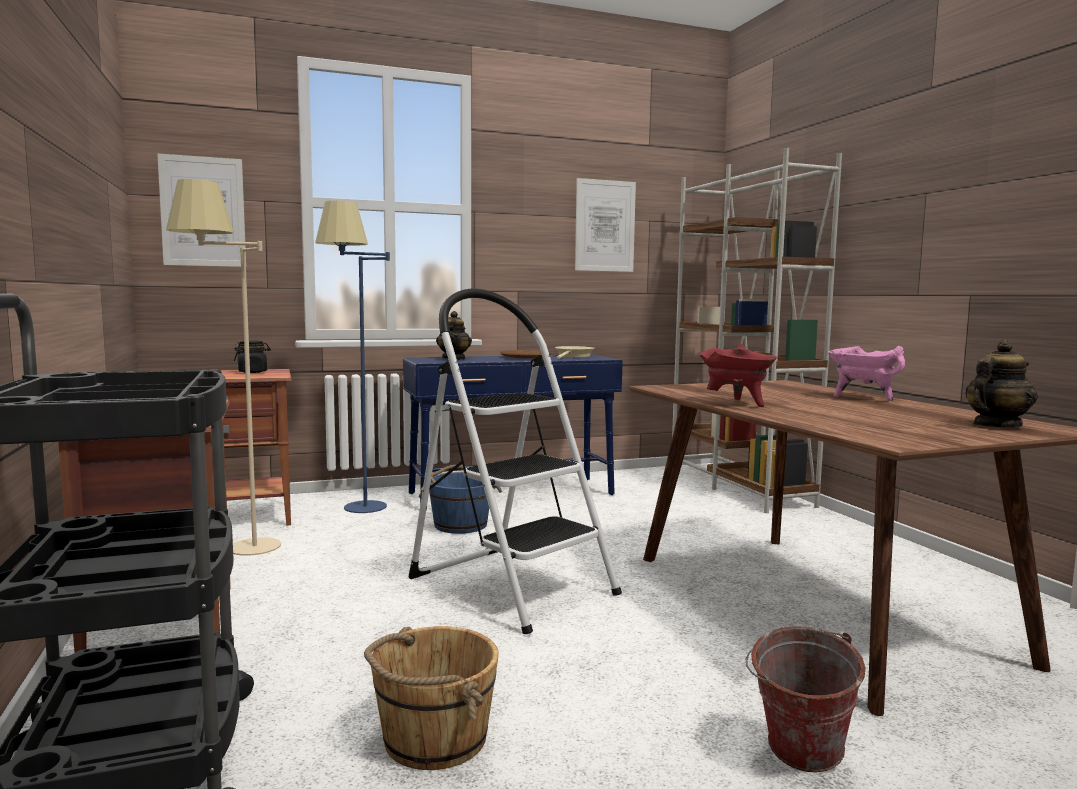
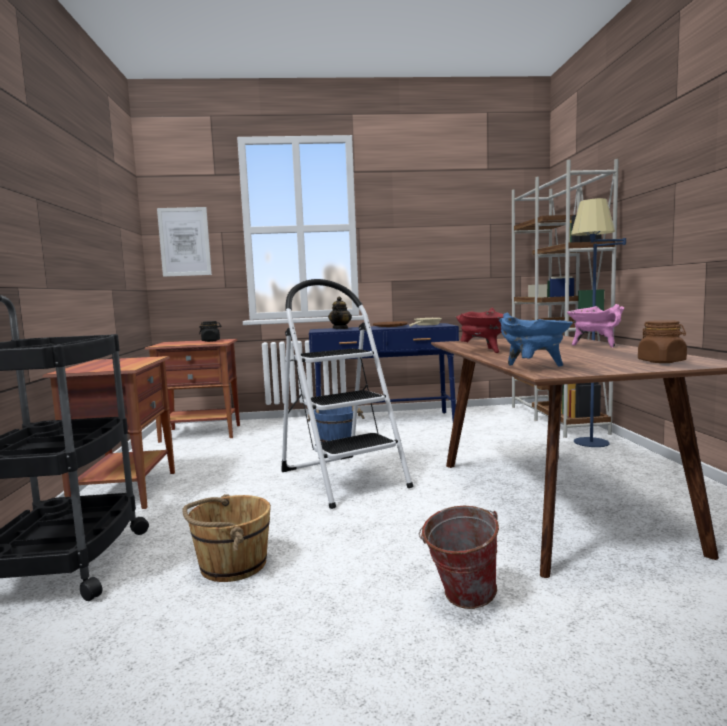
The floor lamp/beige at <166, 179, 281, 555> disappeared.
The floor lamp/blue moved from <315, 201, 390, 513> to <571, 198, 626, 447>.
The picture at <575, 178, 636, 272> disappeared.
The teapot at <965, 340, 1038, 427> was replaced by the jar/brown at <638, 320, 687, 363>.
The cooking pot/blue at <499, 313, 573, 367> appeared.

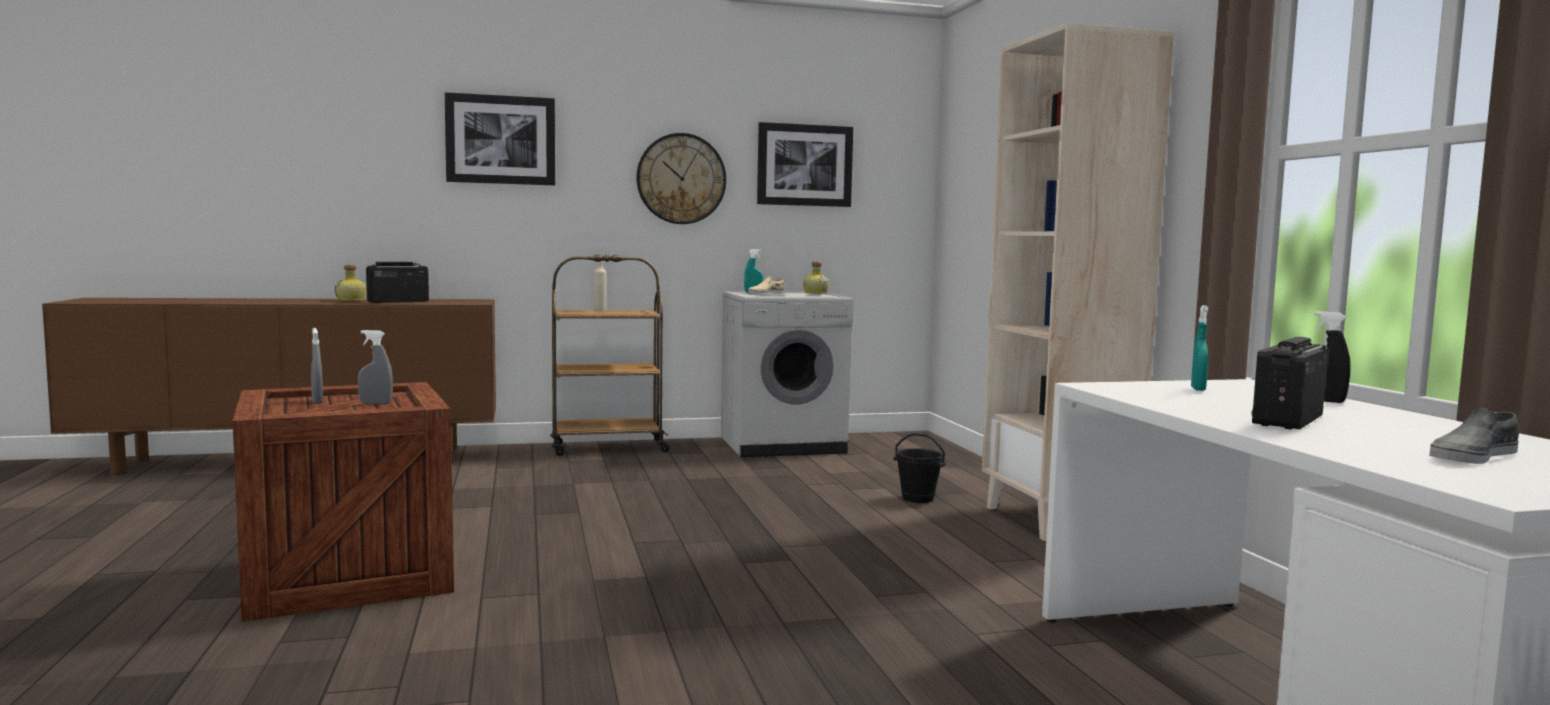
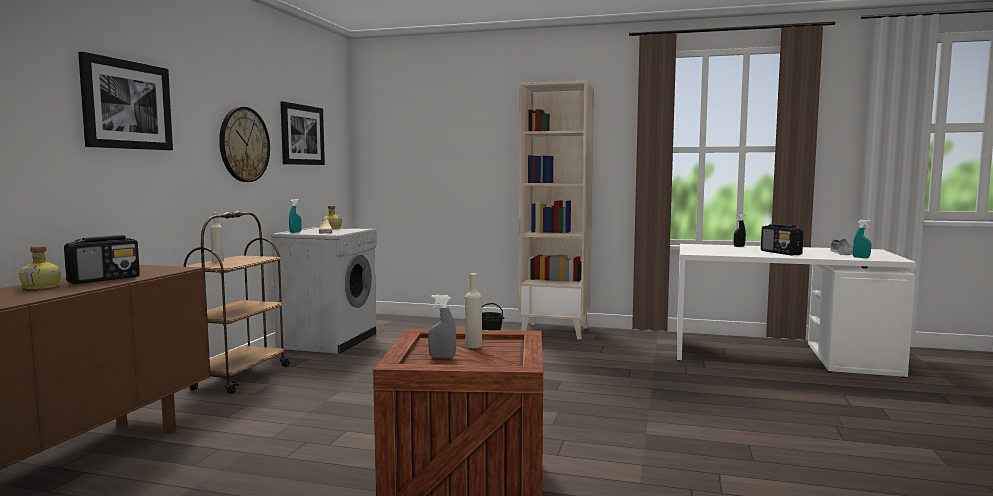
The spray bottle/grey at <358, 330, 393, 404> was replaced by the bottle/beige at <465, 273, 482, 348>.
The radio at <366, 262, 429, 303> turned 135 degrees counterclockwise.
The spray bottle/turquoise moved from <1191, 305, 1208, 391> to <852, 220, 871, 258>.

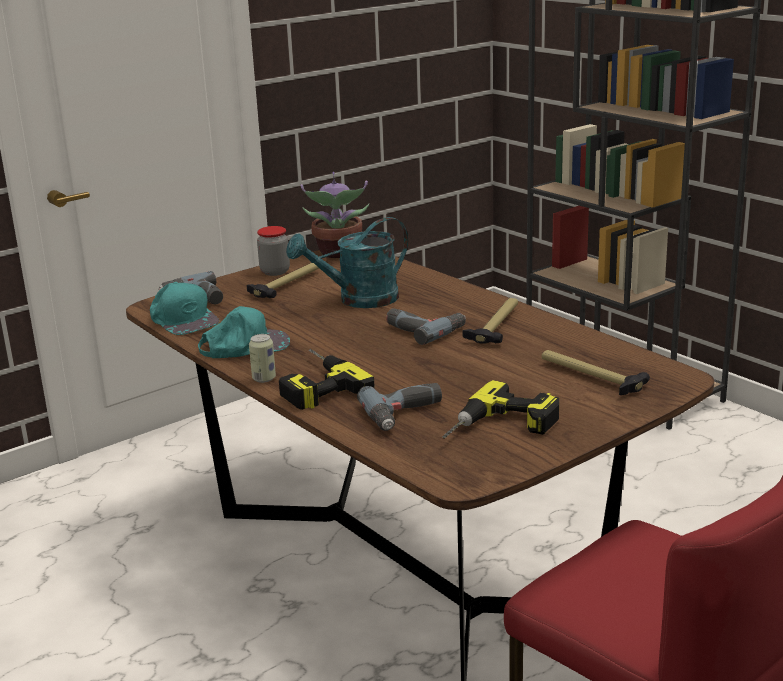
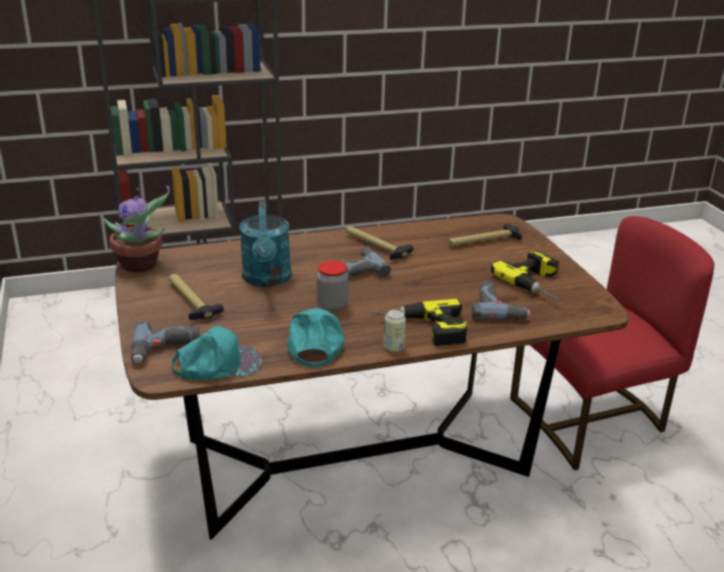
The jar moved from <257, 226, 290, 276> to <317, 261, 348, 312>.

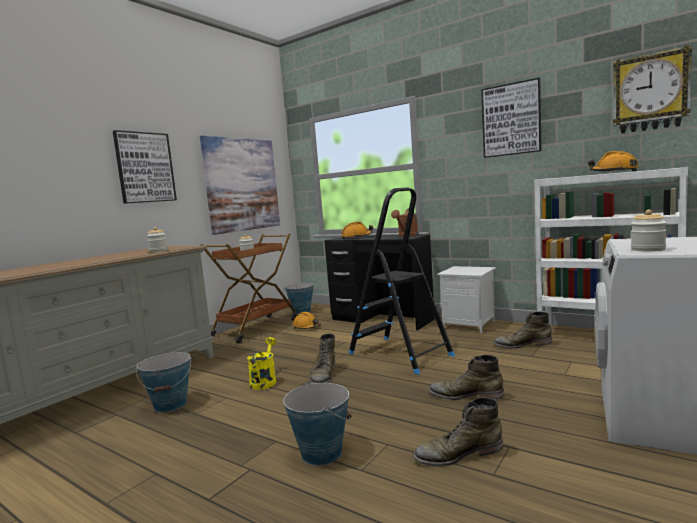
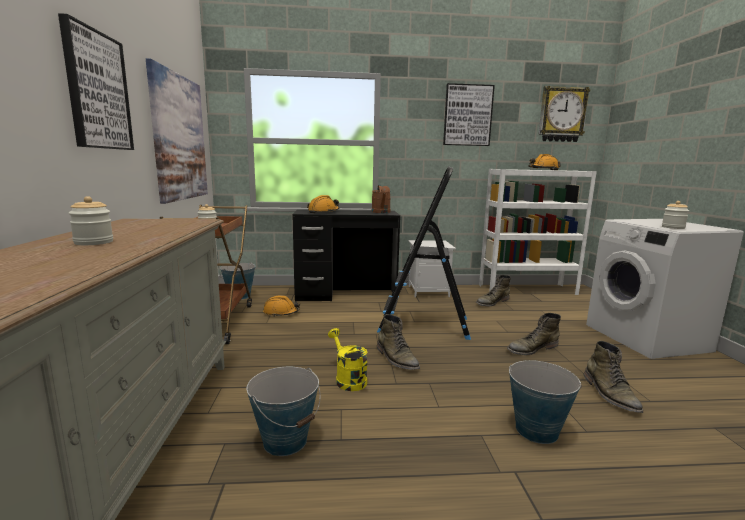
The jar moved from <147, 227, 168, 252> to <69, 196, 113, 245>.
The boot/green at <413, 397, 503, 466> turned 45 degrees counterclockwise.

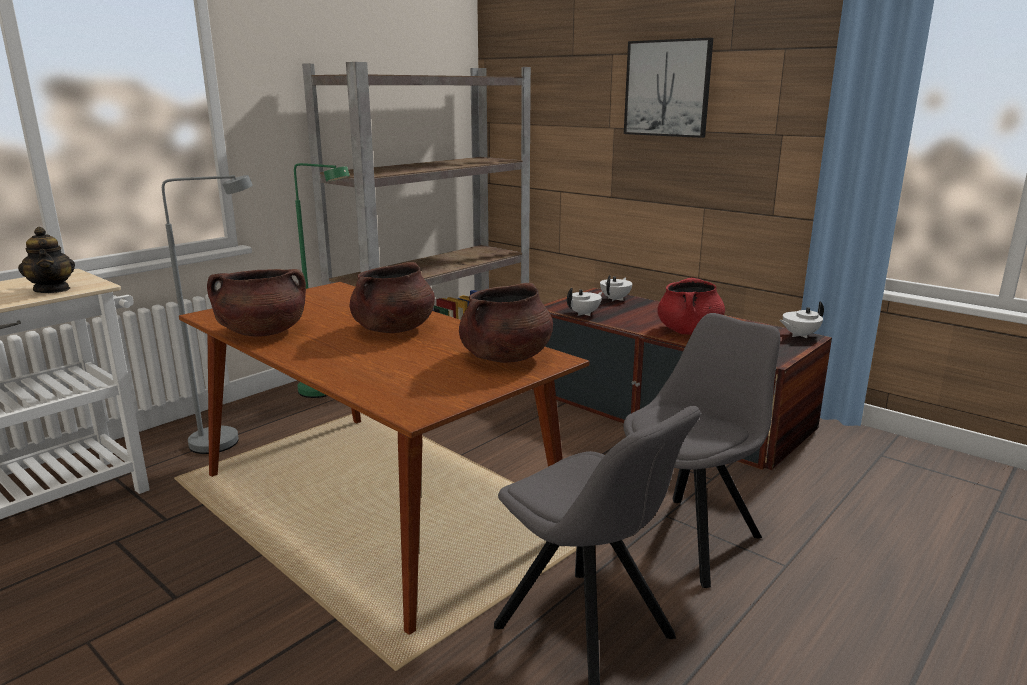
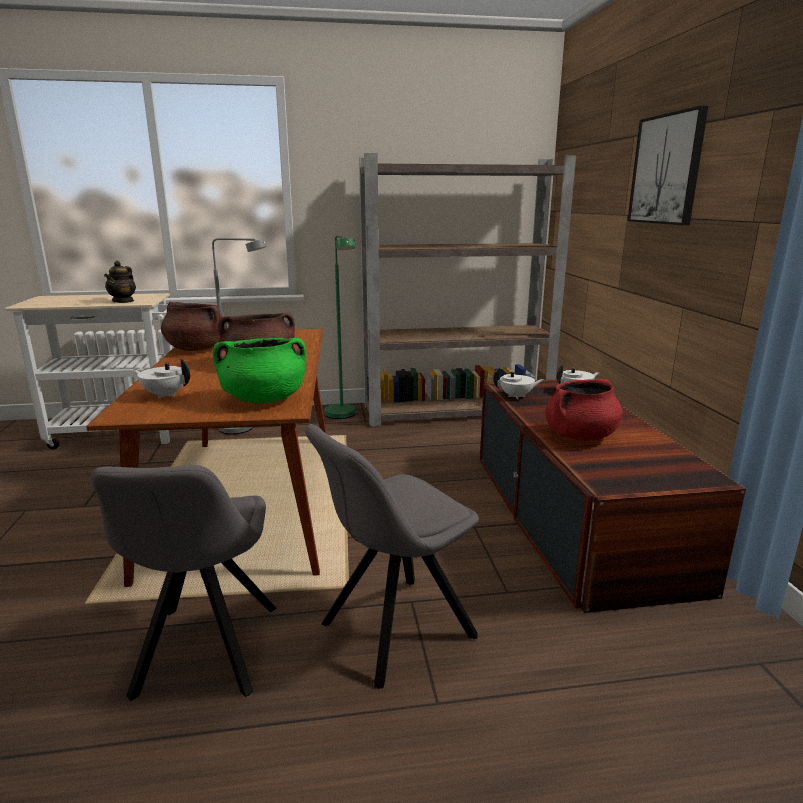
The cooking pot/brown at <459, 283, 553, 363> became the cooking pot/green at <213, 338, 307, 403>.
The chair/grey at <623, 313, 780, 588> turned 150 degrees clockwise.
The teapot/white moved from <780, 301, 824, 338> to <132, 358, 190, 399>.

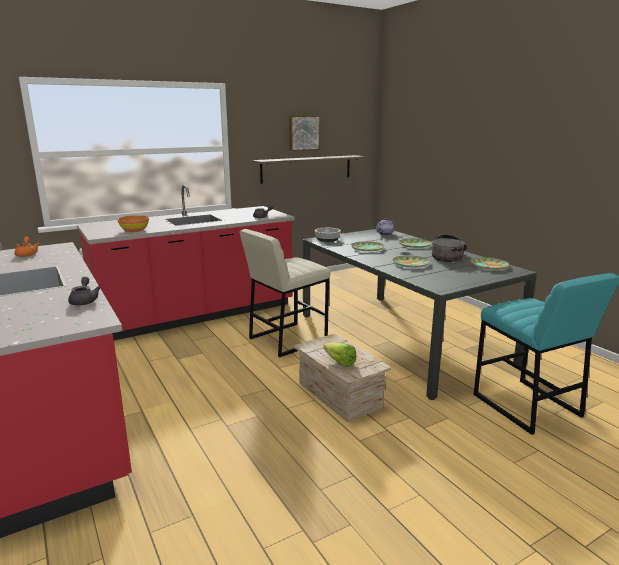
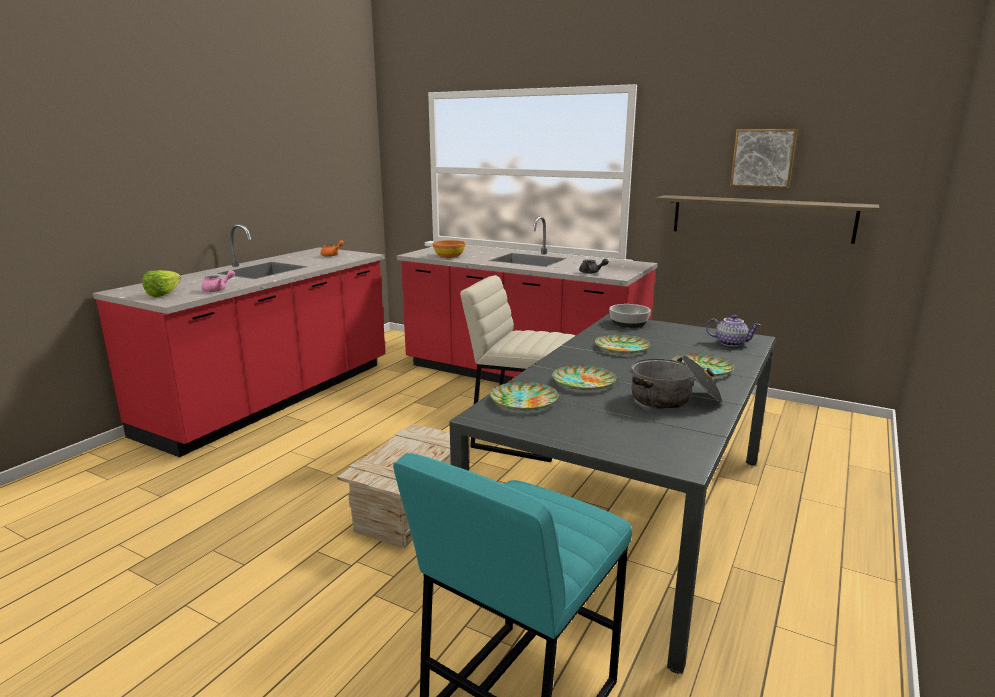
The teapot/grey at <68, 277, 101, 306> became the teapot/pink at <201, 270, 235, 292>.
The lettuce moved from <323, 342, 356, 367> to <142, 270, 181, 297>.
The plate moved from <470, 257, 509, 270> to <490, 381, 559, 411>.

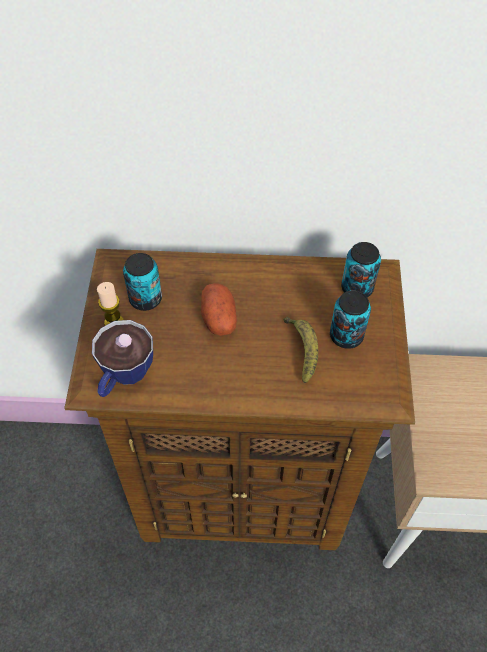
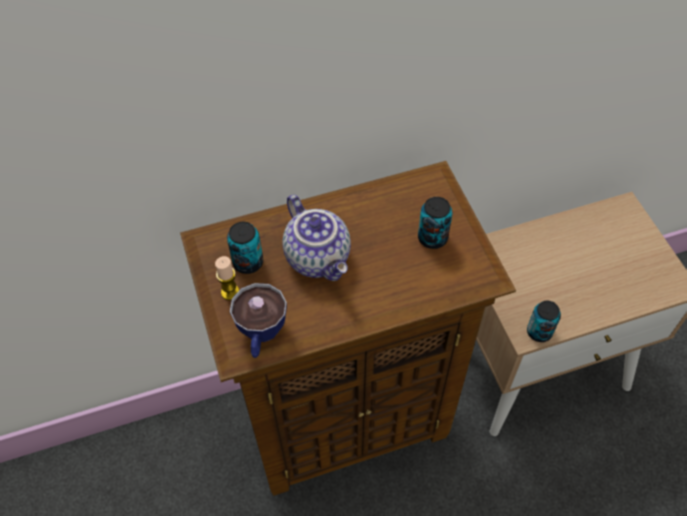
The potato at <201, 283, 237, 336> was replaced by the teapot at <282, 195, 351, 281>.
The banana at <283, 317, 318, 383> disappeared.
The can moved from <341, 242, 381, 297> to <527, 301, 561, 342>.

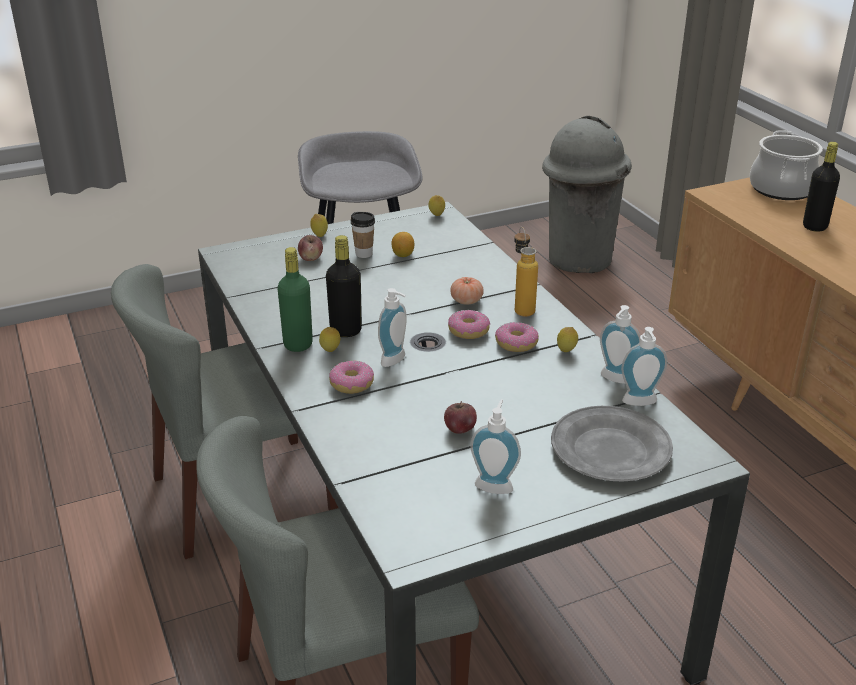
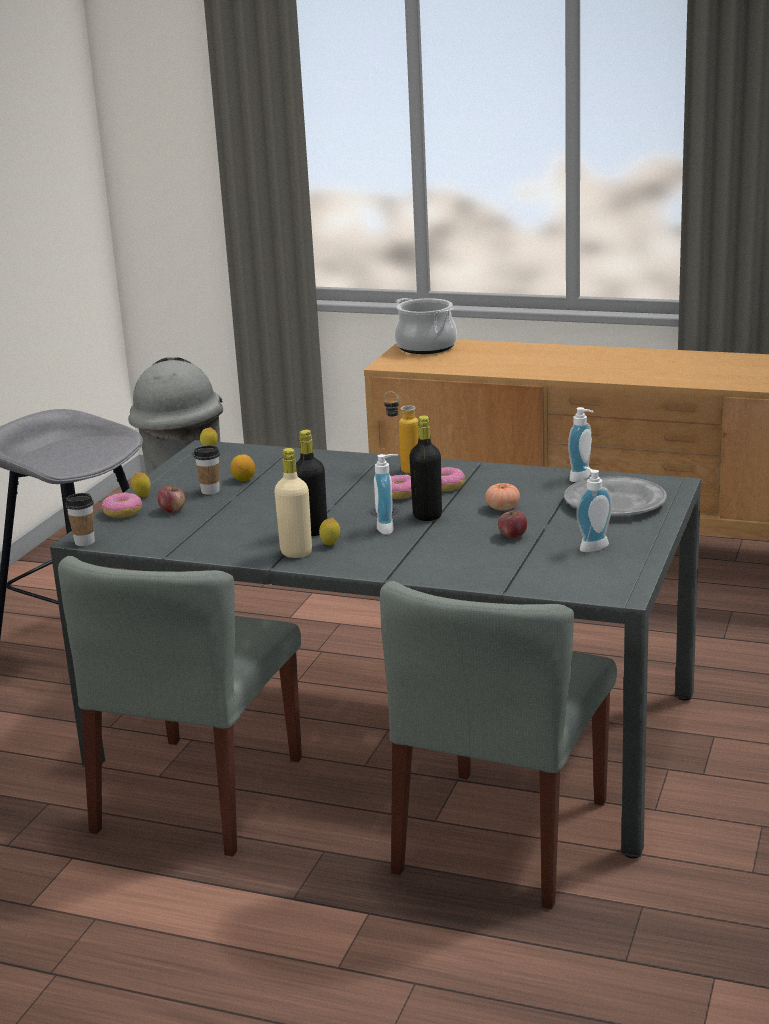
The bottle/green at <278, 247, 313, 352> became the bottle/beige at <274, 448, 312, 558>.
The donut moved from <329, 361, 374, 394> to <102, 493, 142, 518>.
The tomato moved from <450, 277, 484, 305> to <485, 483, 520, 511>.
The lemon at <557, 327, 578, 352> disappeared.
The soap dispenser at <600, 305, 640, 384> disappeared.
The bottle/black moved from <803, 142, 840, 232> to <409, 415, 442, 521>.
The cup at <65, 493, 95, 546> appeared.

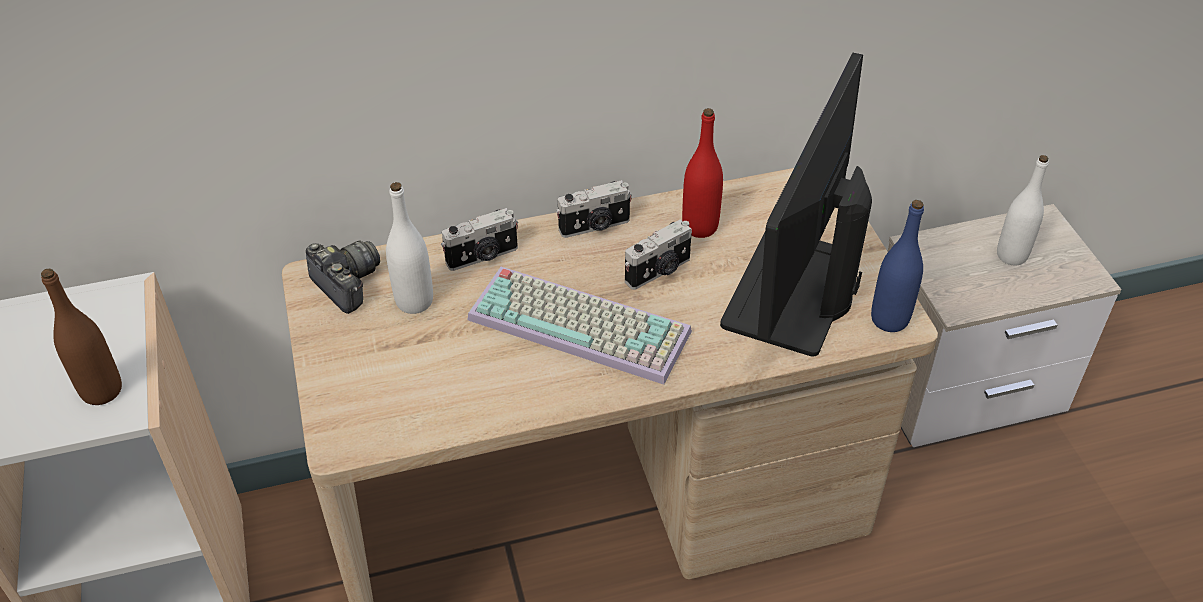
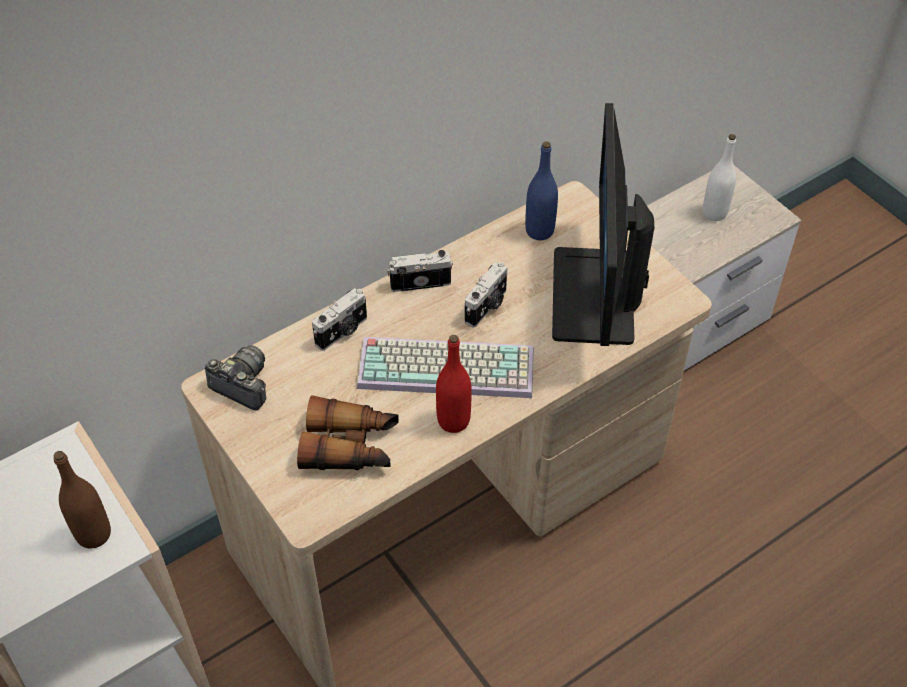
The bottle/white at <386, 182, 433, 314> disappeared.
The photo camera at <556, 180, 632, 238> turned 150 degrees counterclockwise.
The bottle/red moved from <682, 108, 723, 238> to <436, 335, 472, 433>.
The bottle/blue moved from <871, 200, 924, 332> to <525, 142, 558, 240>.
The binoculars at <297, 395, 399, 470> appeared.

